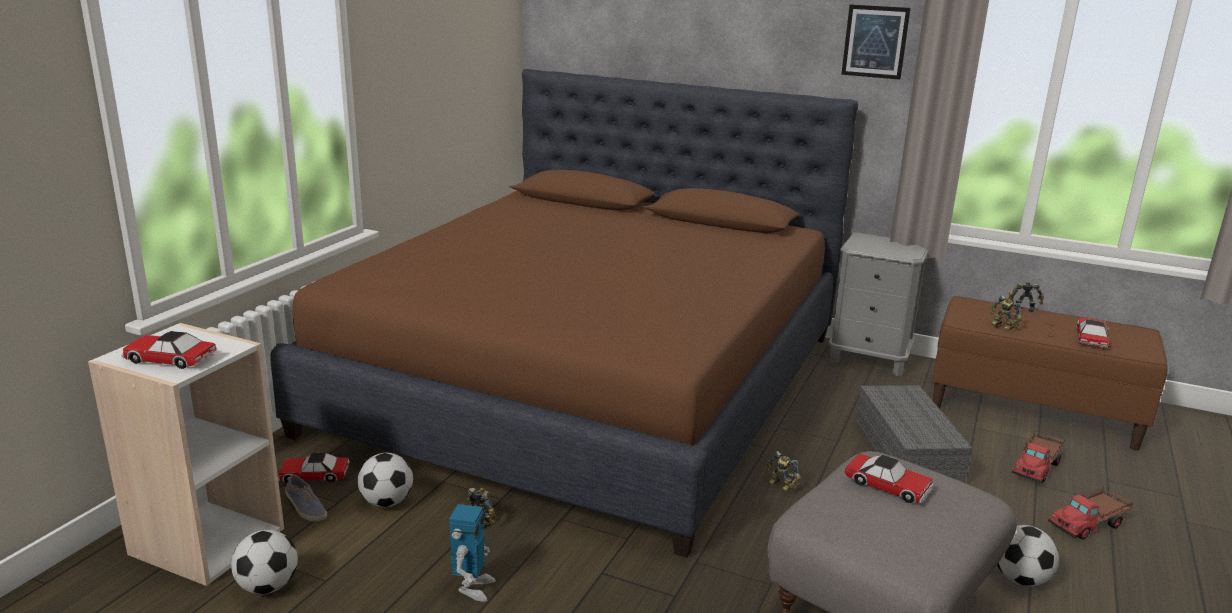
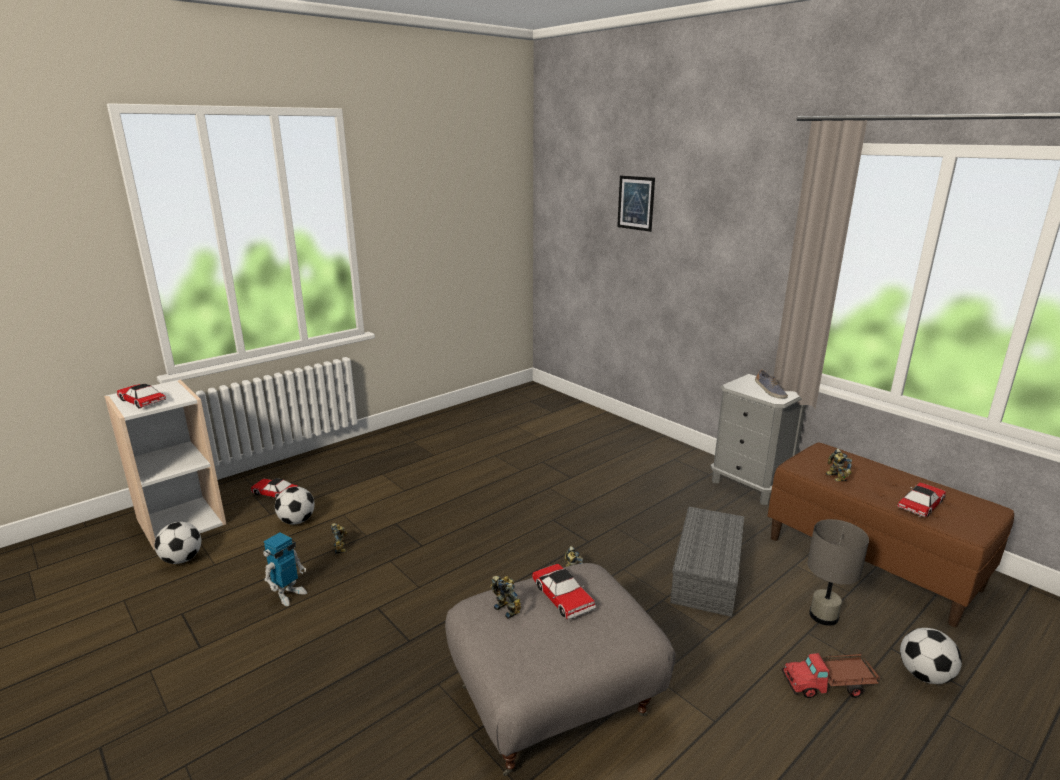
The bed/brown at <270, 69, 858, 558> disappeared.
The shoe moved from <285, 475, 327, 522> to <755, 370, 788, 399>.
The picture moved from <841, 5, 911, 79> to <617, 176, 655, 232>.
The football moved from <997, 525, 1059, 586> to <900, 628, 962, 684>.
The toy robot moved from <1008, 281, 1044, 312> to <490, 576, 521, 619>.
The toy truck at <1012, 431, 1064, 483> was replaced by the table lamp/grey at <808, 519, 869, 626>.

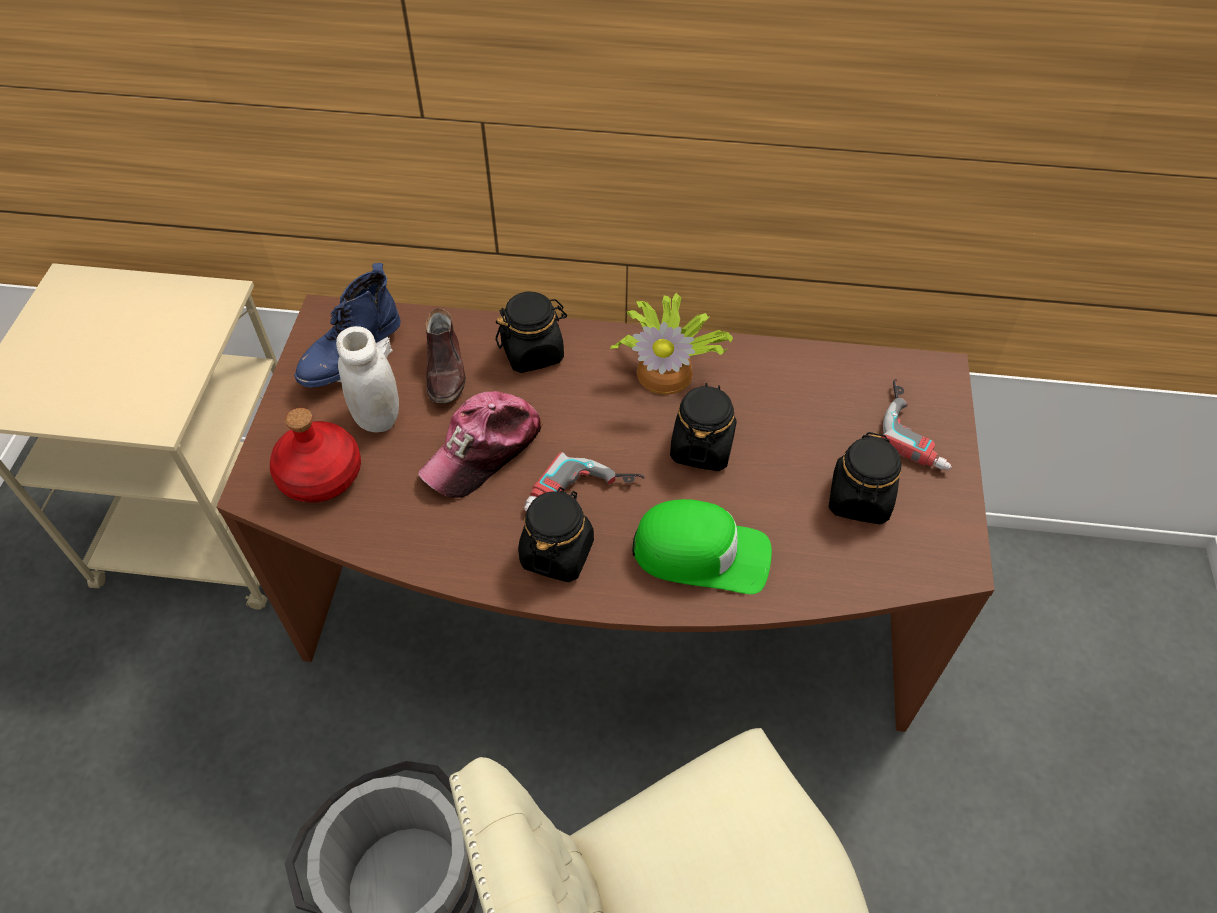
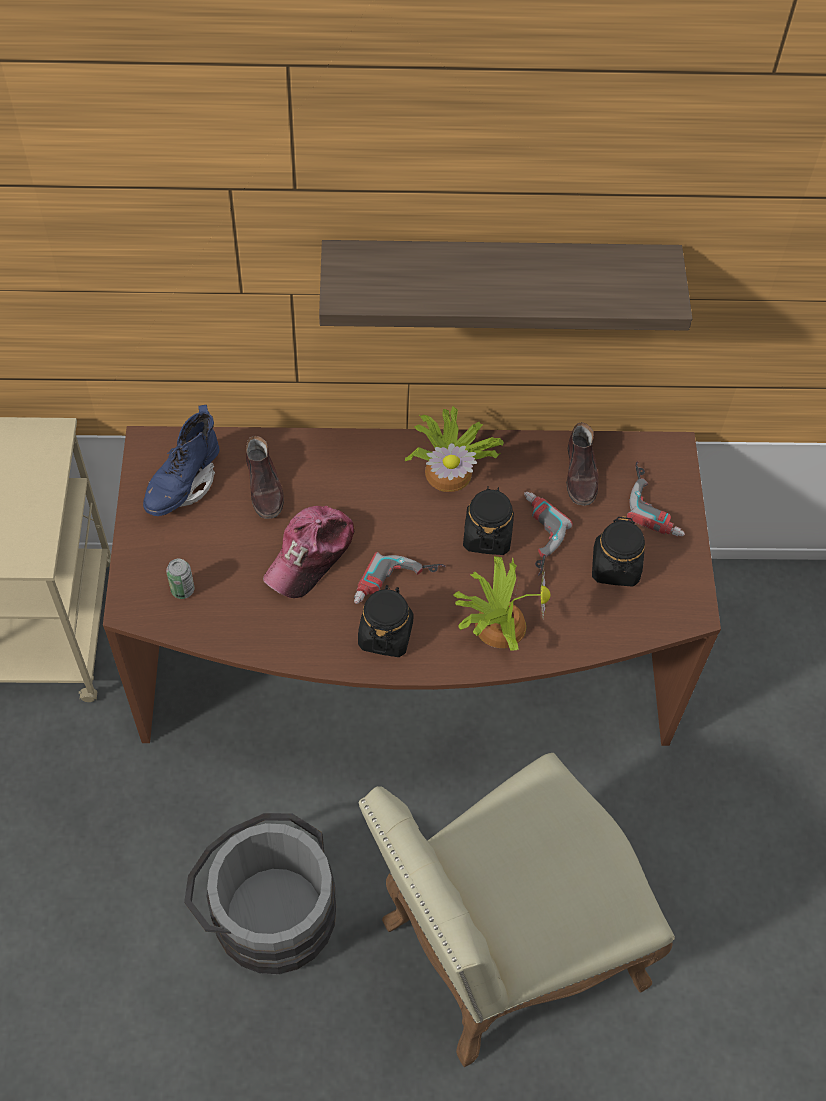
The bottle/red at <270, 408, 361, 502> was replaced by the can at <166, 558, 195, 599>.
The jar/white at <336, 326, 399, 432> disappeared.
The jar/black at <496, 292, 567, 373> disappeared.
The cap/green at <632, 499, 772, 594> was replaced by the potted plant at <453, 556, 550, 651>.
The shelf at <319, 240, 692, 331> appeared.
The power drill at <524, 492, 573, 576> appeared.
The shoe/brown at <566, 422, 598, 506> appeared.

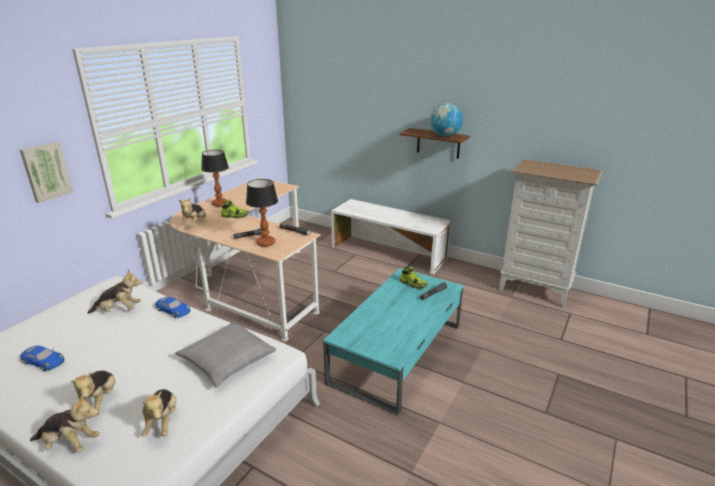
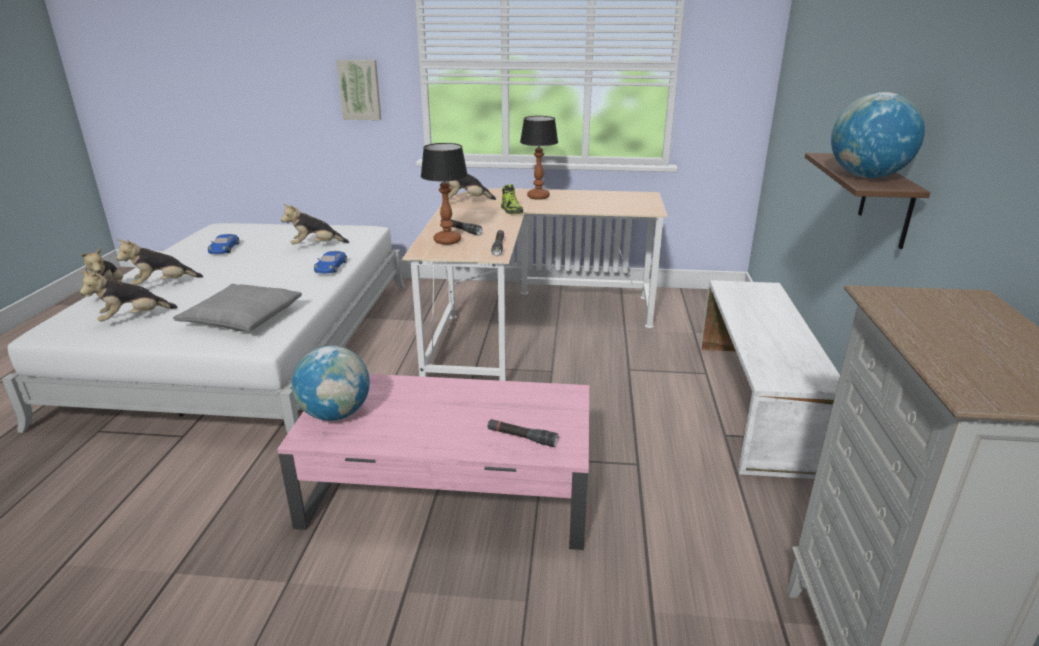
The plush toy at <87, 269, 142, 314> turned 105 degrees clockwise.
The coffee table/turquoise at <323, 268, 464, 416> became the coffee table/pink at <277, 374, 589, 550>.
The shoe at <400, 266, 428, 289> disappeared.
The globe at <292, 346, 370, 421> appeared.

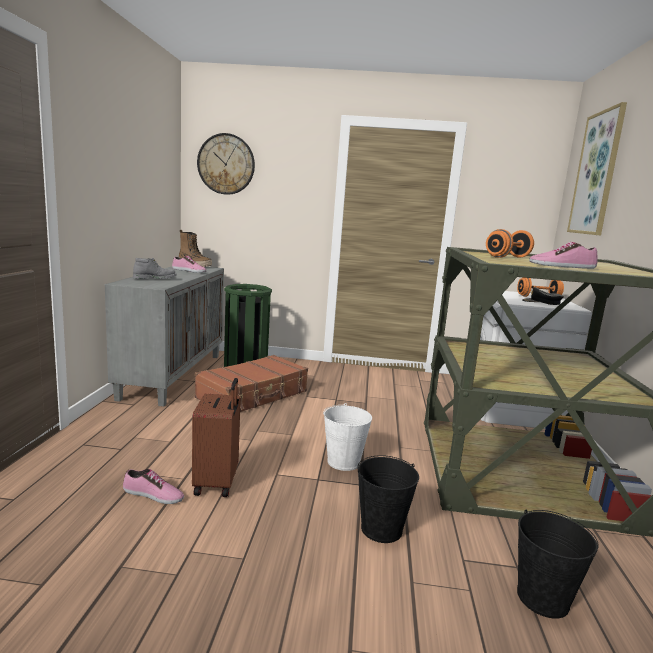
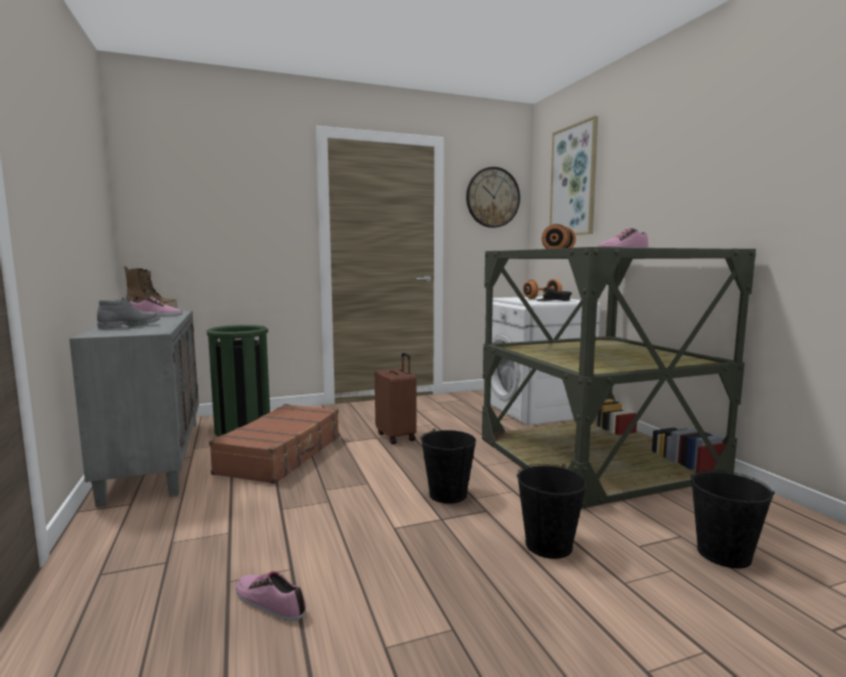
The shoe at <123, 469, 184, 504> turned 135 degrees counterclockwise.
The suitcase/brown moved from <192, 378, 241, 497> to <375, 353, 417, 445>.
The wall clock moved from <197, 133, 255, 195> to <466, 167, 520, 228>.
The bucket/white at <323, 403, 372, 471> became the bucket/black at <420, 428, 476, 504>.

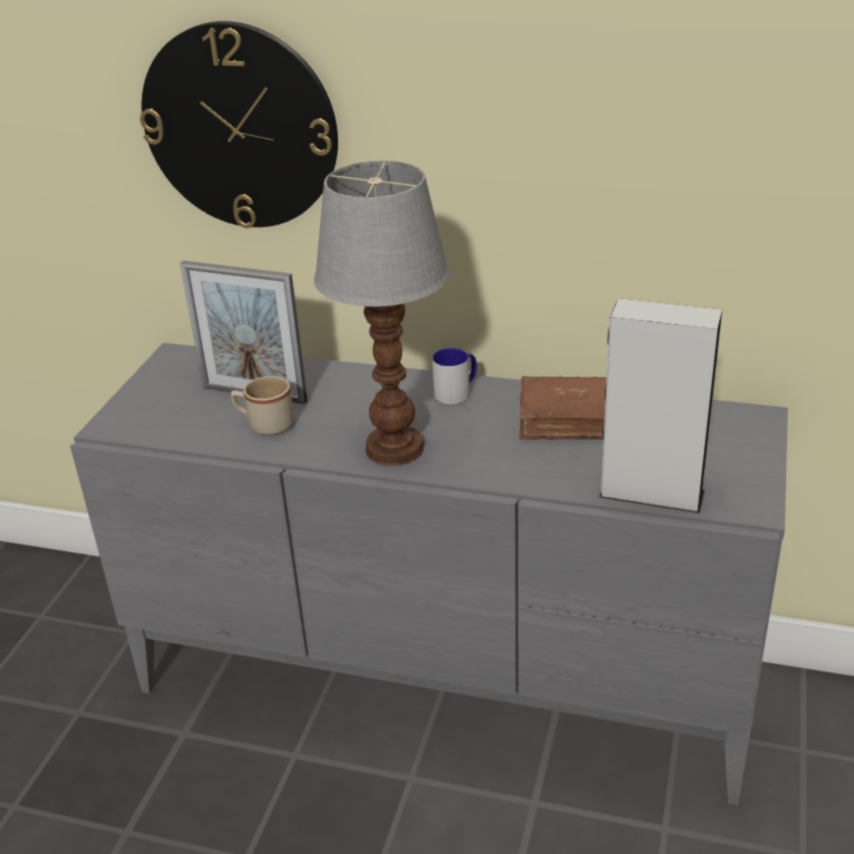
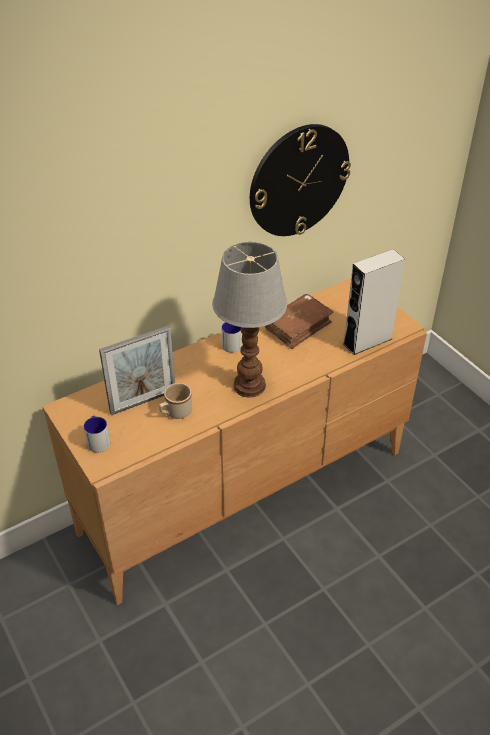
The dresser/grey at <70, 343, 788, 806> became the dresser/brown at <42, 278, 427, 605>.
The wall clock moved from <140, 21, 338, 228> to <250, 124, 351, 236>.
The mug at <84, 416, 110, 452> appeared.

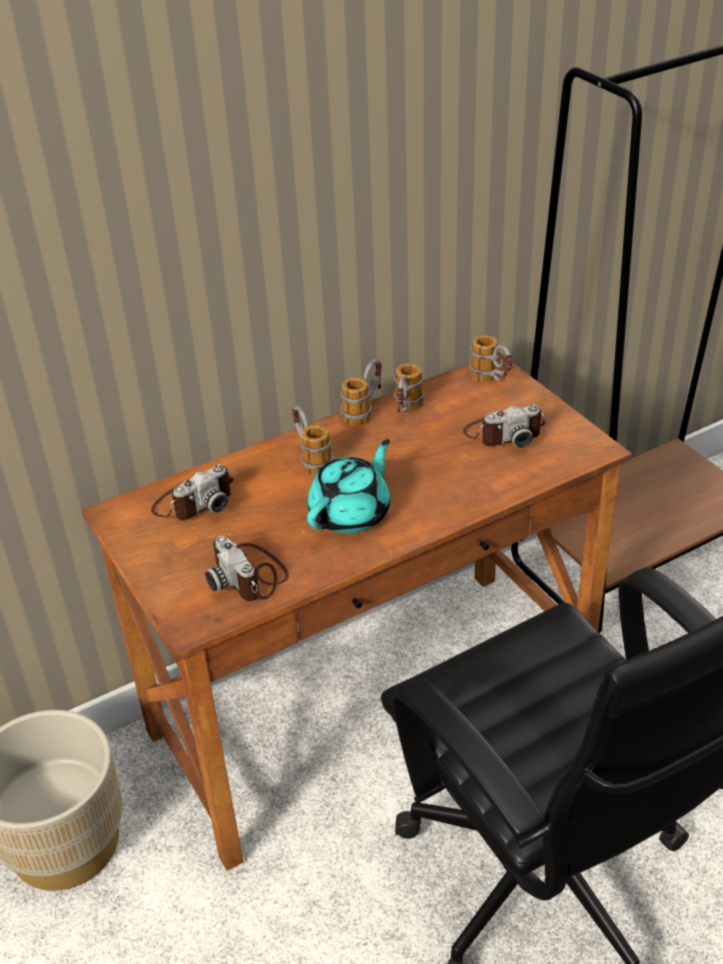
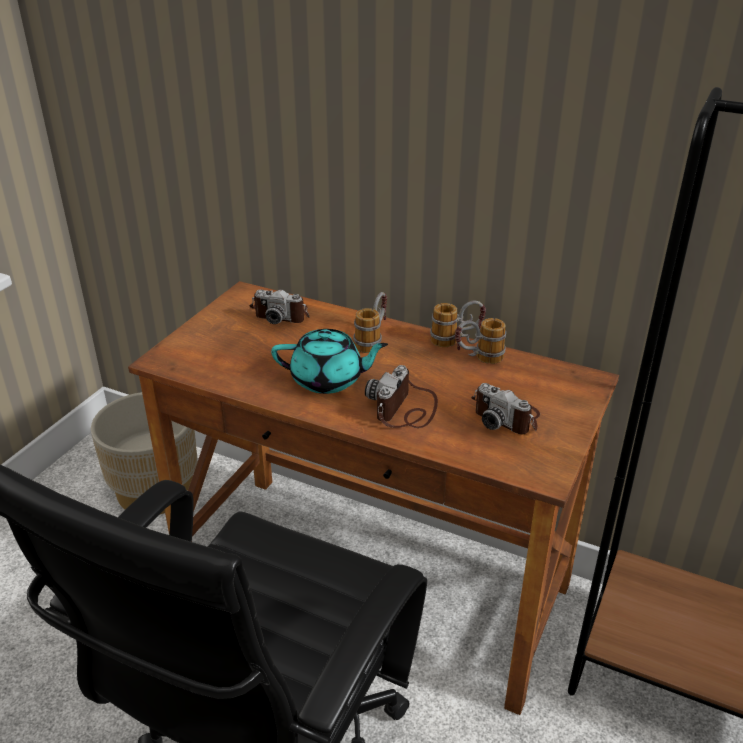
The photo camera moved from <205, 536, 289, 601> to <365, 365, 438, 428>.
The mug at <470, 335, 513, 382> disappeared.

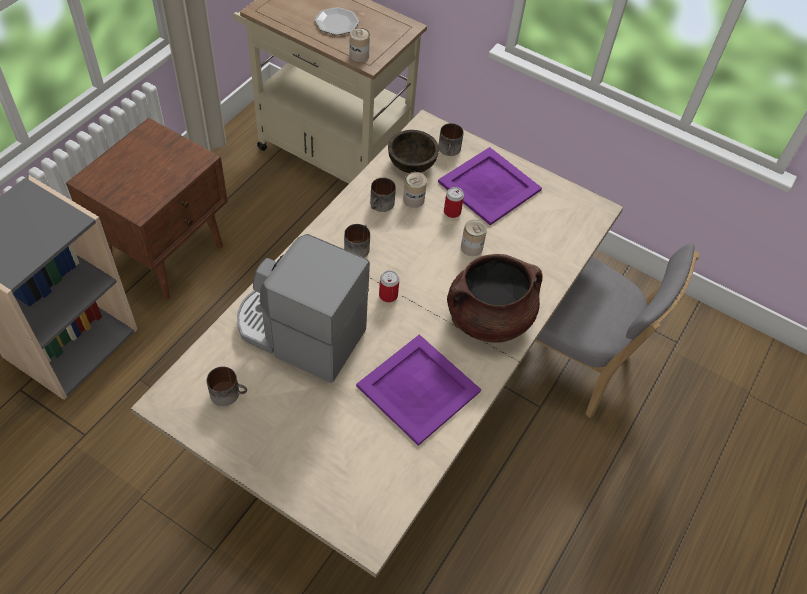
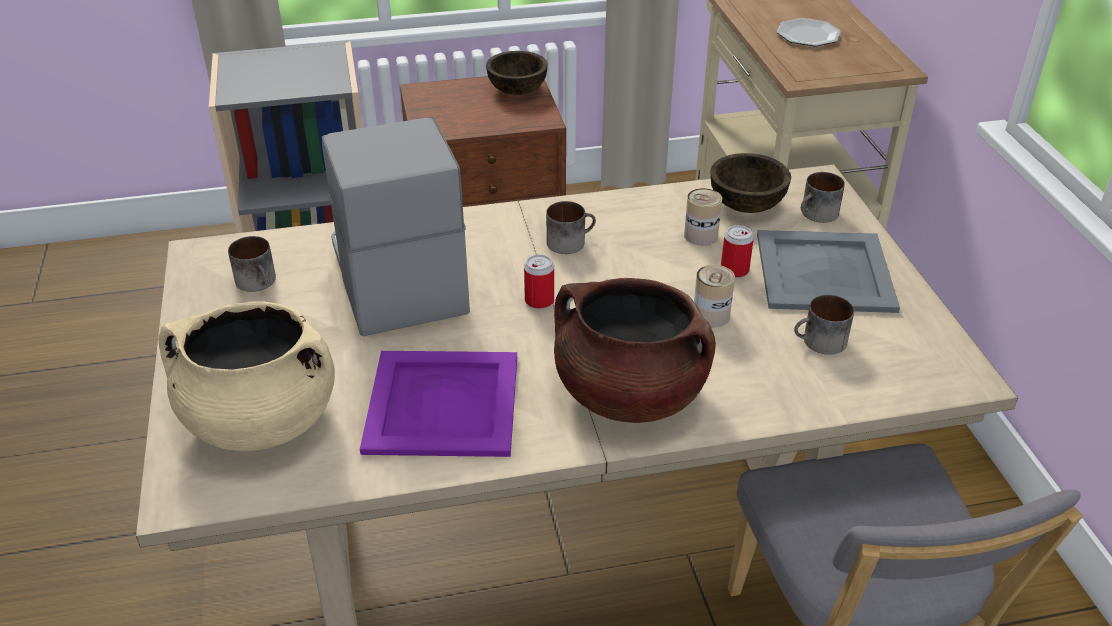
The can at <349, 28, 370, 62> disappeared.
The mug moved from <370, 178, 396, 212> to <794, 295, 854, 355>.
The tray/purple at <438, 147, 542, 225> became the tray/grey at <757, 230, 900, 313>.
The cooking pot/beige at <159, 301, 335, 451> appeared.
The bowl/brown at <486, 51, 548, 95> appeared.

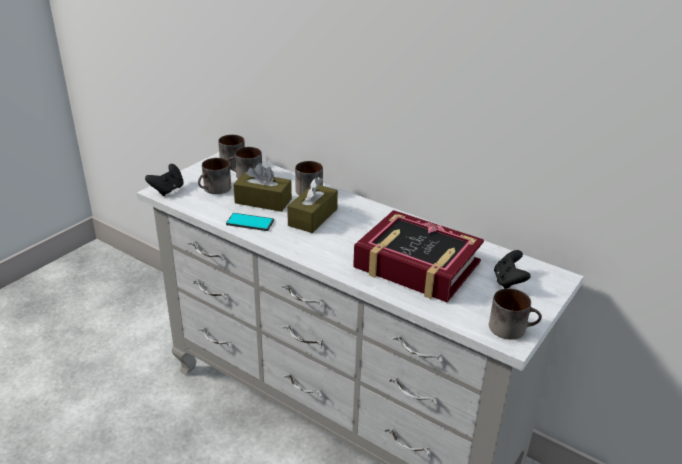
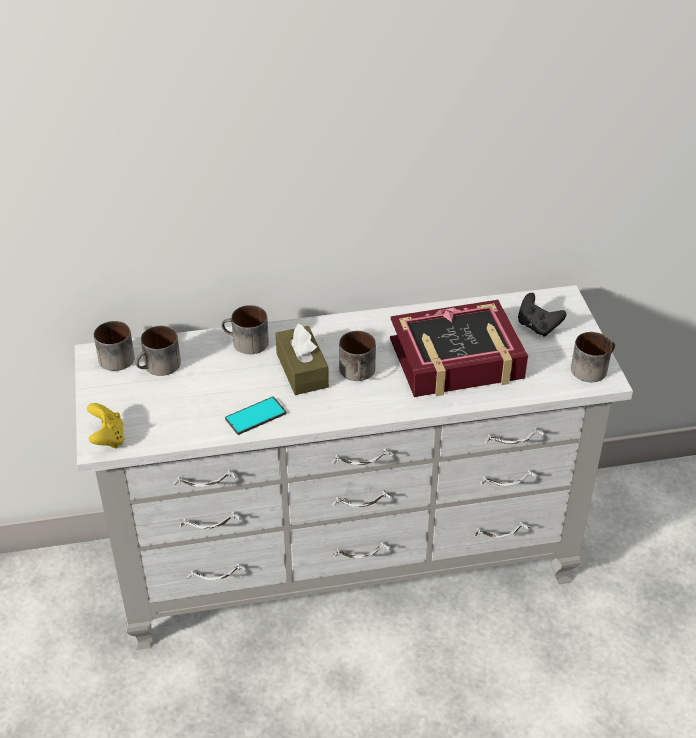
The game controller/black at <145, 164, 184, 196> became the game controller/yellow at <87, 403, 124, 449>.
The mug moved from <198, 158, 231, 194> to <339, 331, 376, 381>.
The tissue box/brown at <233, 163, 292, 212> disappeared.

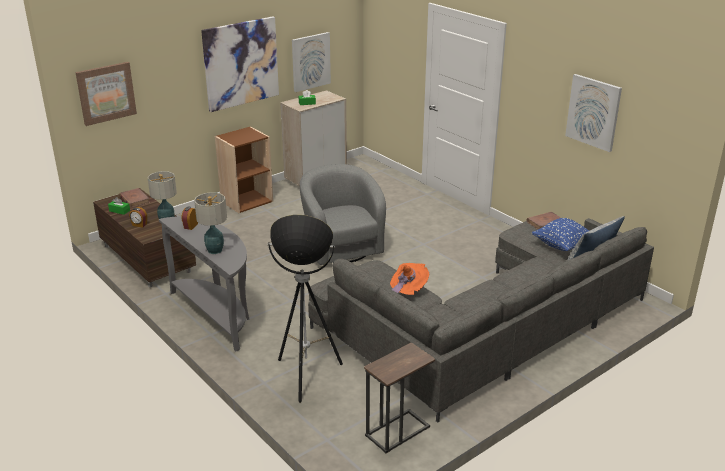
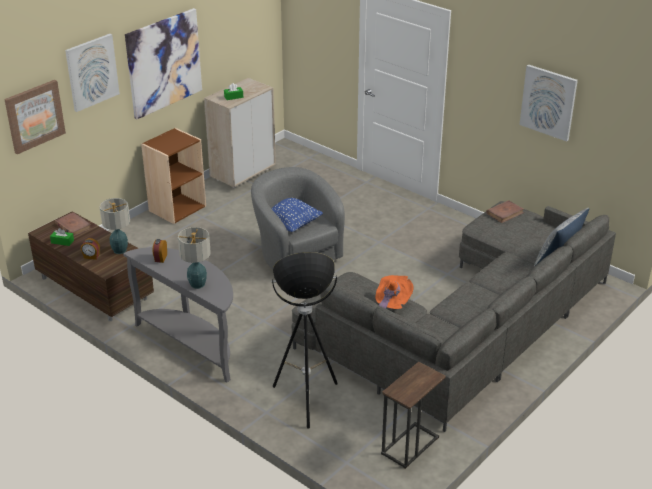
The picture moved from <292, 32, 331, 92> to <65, 34, 120, 112>.
The pillow/blue moved from <532, 218, 589, 251> to <271, 198, 323, 232>.

